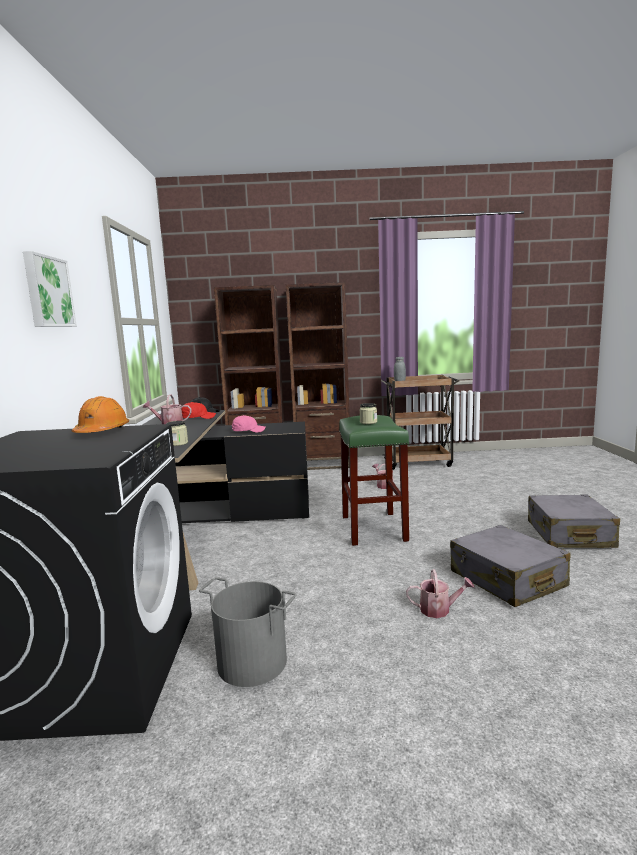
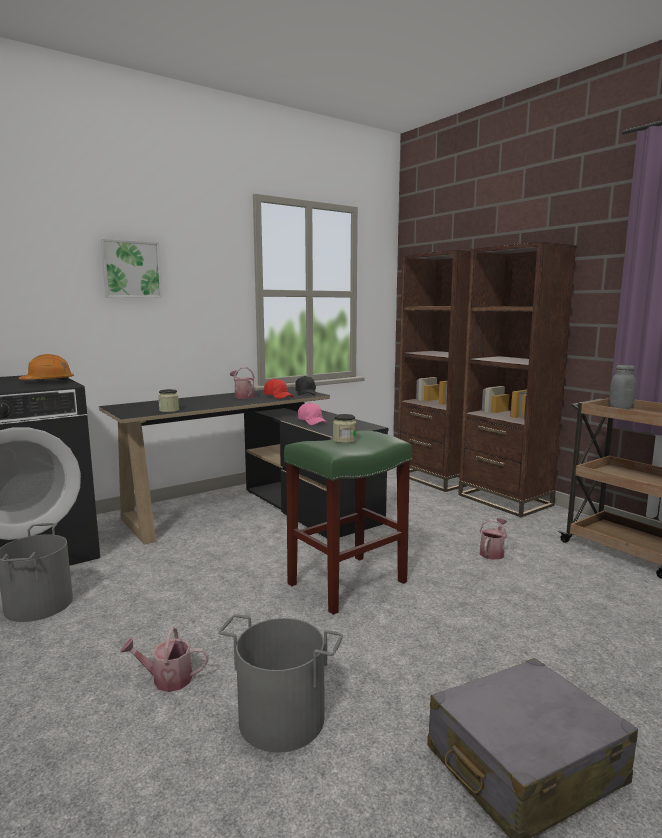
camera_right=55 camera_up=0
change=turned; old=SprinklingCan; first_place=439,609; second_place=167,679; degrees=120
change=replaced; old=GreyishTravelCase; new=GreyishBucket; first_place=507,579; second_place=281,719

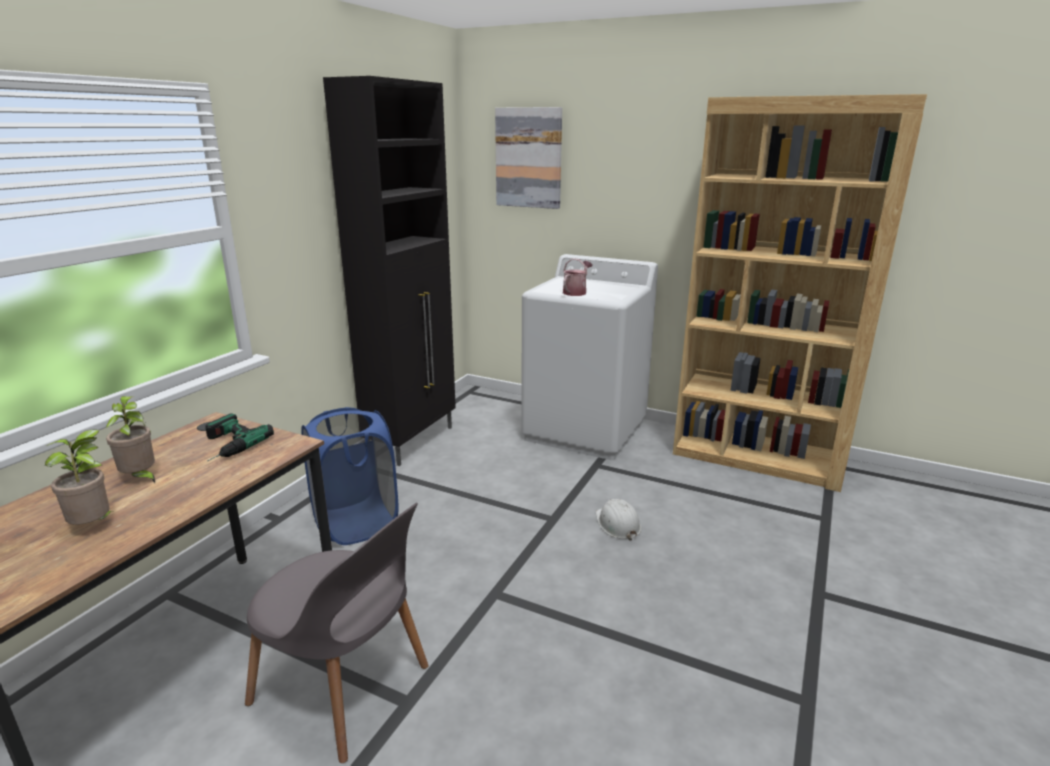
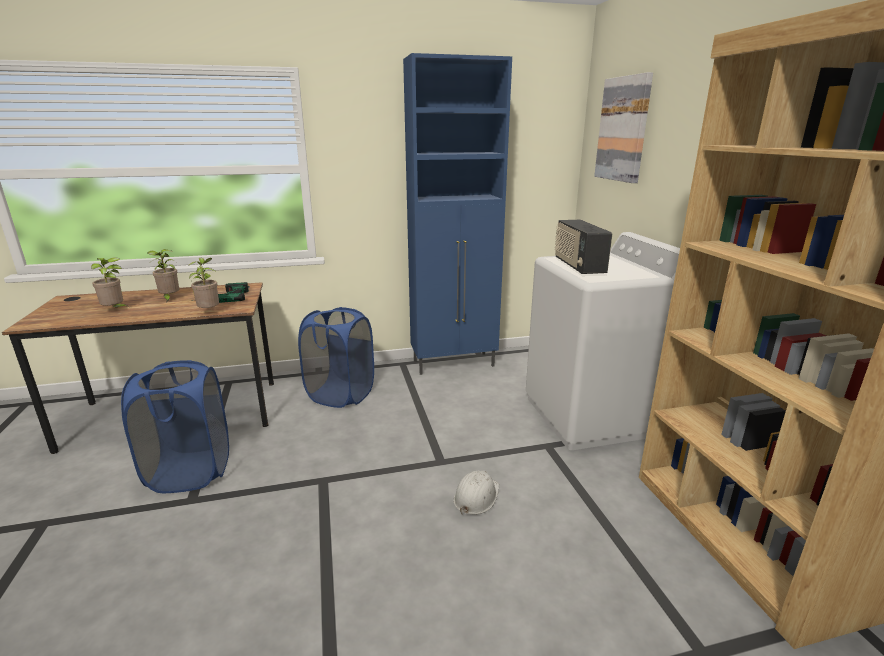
camera_right=50 camera_up=0
change=replaced; old=GreyishChair; new=BlueHamper; first_place=345,689; second_place=190,471
change=added; new=PlantInAPot; second_place=210,312
change=recoloured; old=BlackishStorageCabinet; new=BlueStorageCabinet; first_place=412,441; second_place=455,363
change=replaced; old=SprinklingCan; new=RadioSet; first_place=576,292; second_place=578,266

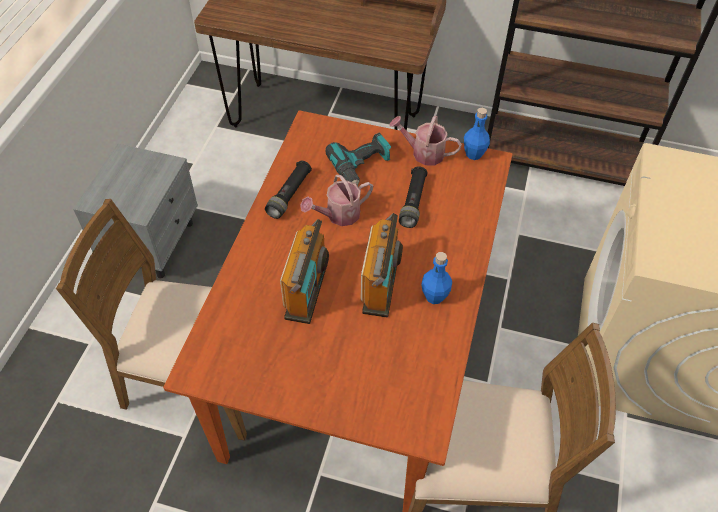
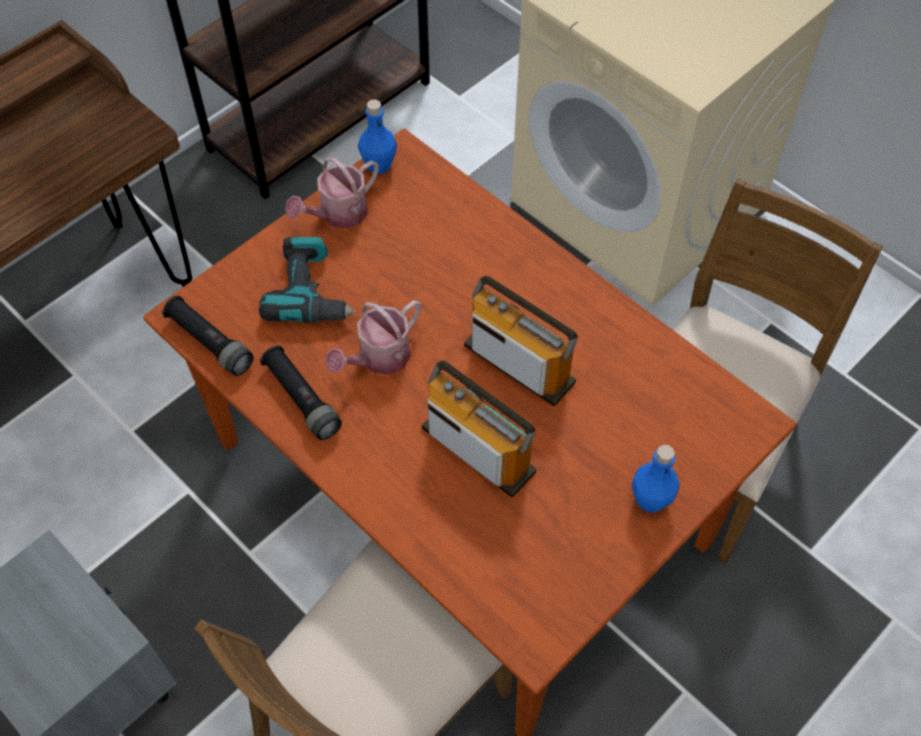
camera_right=-60 camera_up=5
change=moved; old=BlackishHandTorch; first_place=413,202; second_place=210,342
change=turned; old=SprinklingCan; first_place=338,215; second_place=378,358; degrees=45
change=moved; old=BlueBeverageBottle; first_place=434,296; second_place=650,500

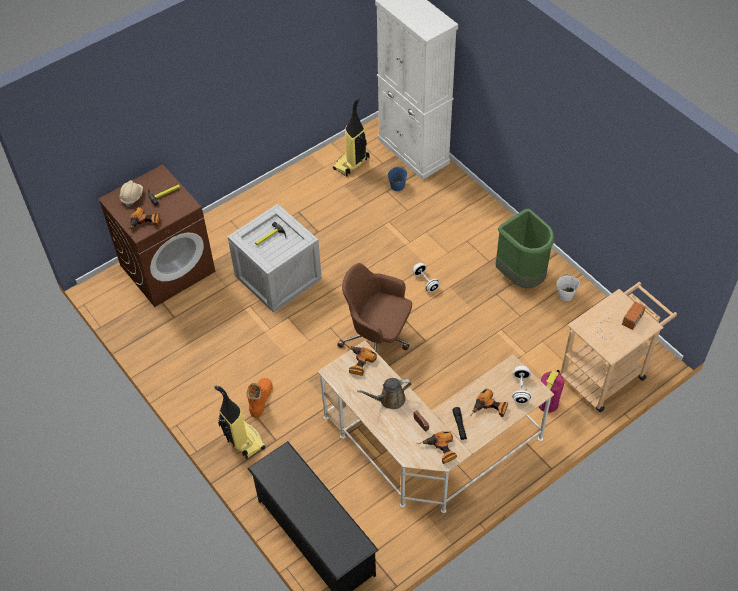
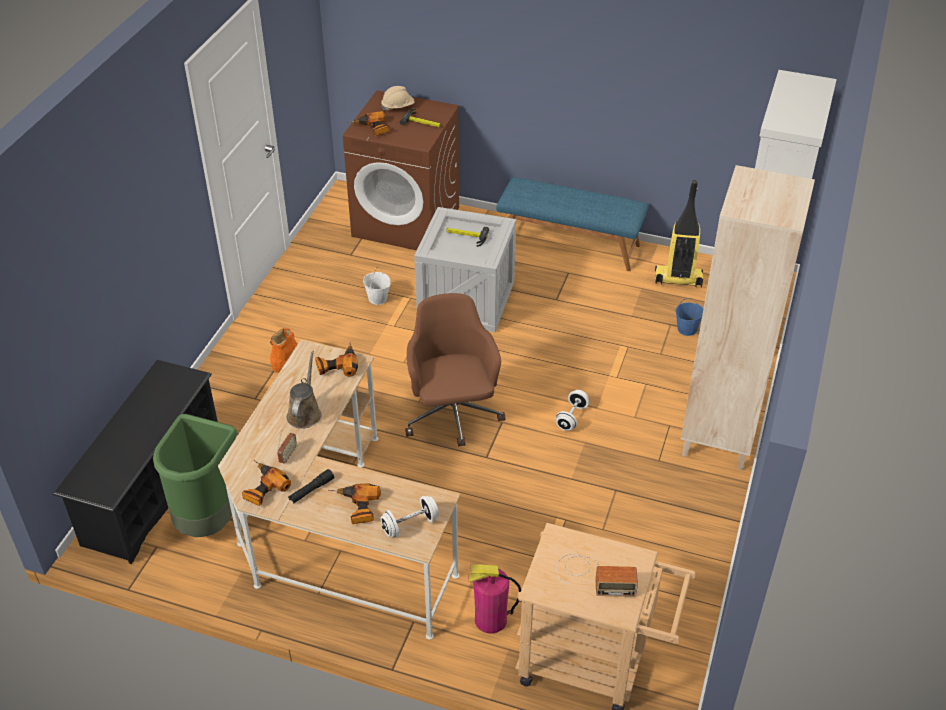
camera_right=55 camera_up=-10
change=moved; old=GreenTrashCan; first_place=521,276; second_place=210,519
change=turned; old=BrownishSprinklingCan; first_place=389,399; second_place=305,413; degrees=60
change=moved; old=WhitishBucket; first_place=566,295; second_place=378,298
change=added; new=BlueLongSeat; second_place=570,244
change=added; new=SandColouredShelvingUnit; second_place=719,437
change=removed; old=VacuumCleaner; first_place=243,440

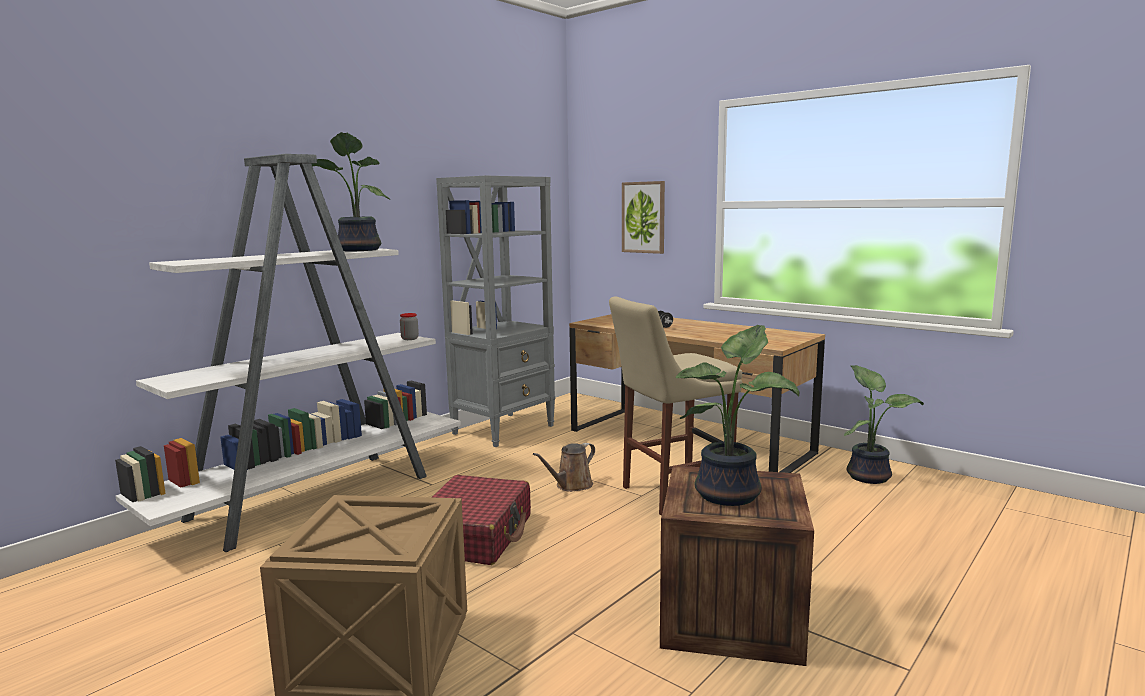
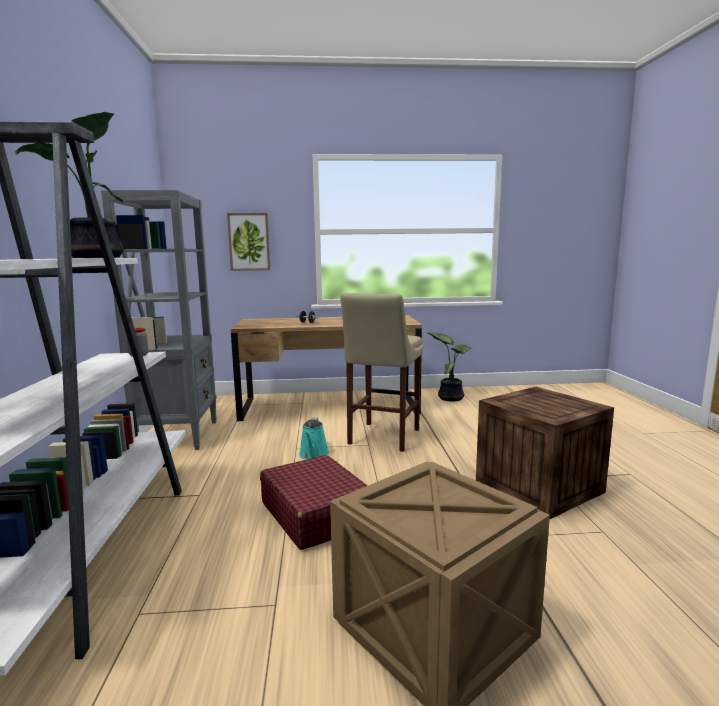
camera_right=-45 camera_up=0
change=recoloured; old=BrownishSprinklingCan; new=BlueGreenSprinklingCan; first_place=571,486; second_place=313,455
change=removed; old=PlantInAPot; first_place=731,494

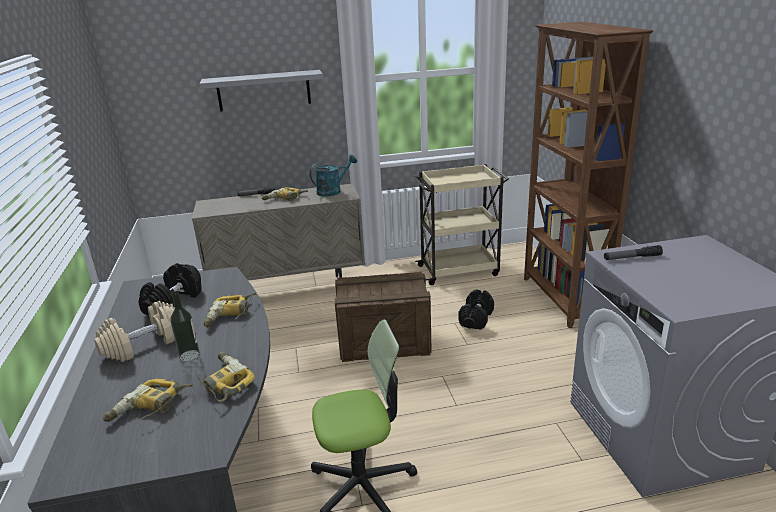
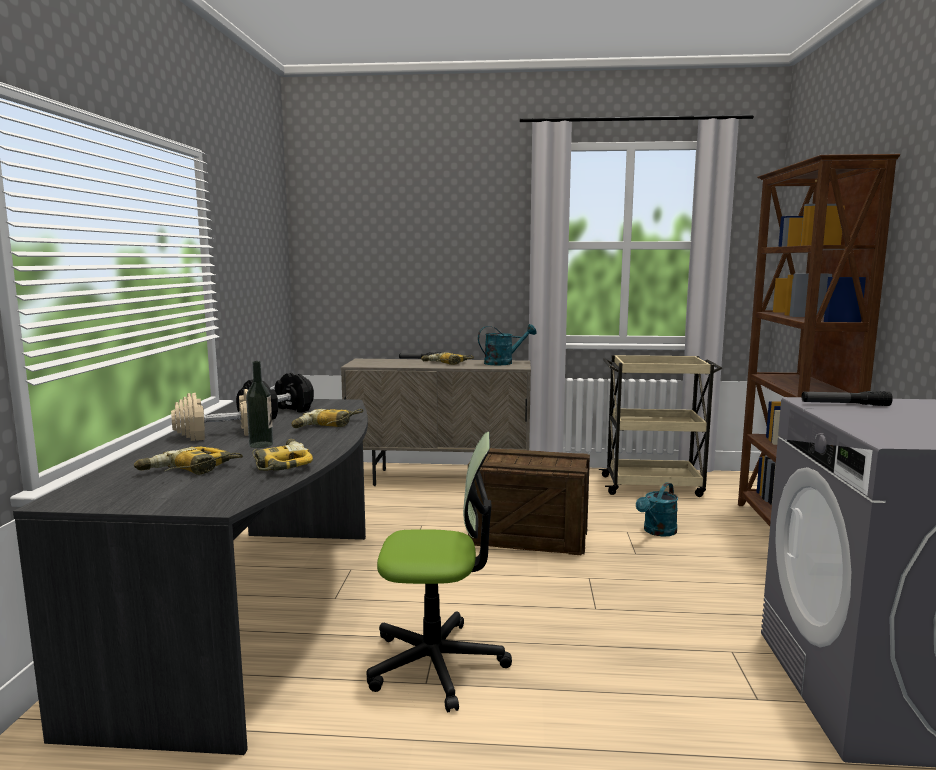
camera_right=15 camera_up=-15
change=replaced; old=BlackishFreeWeight; new=BlueGreenSprinklingCan; first_place=476,319; second_place=657,532
change=removed; old=GreyishWallShelf; first_place=264,90

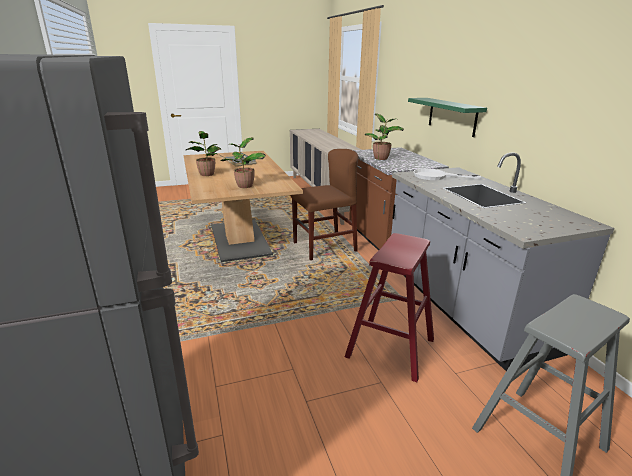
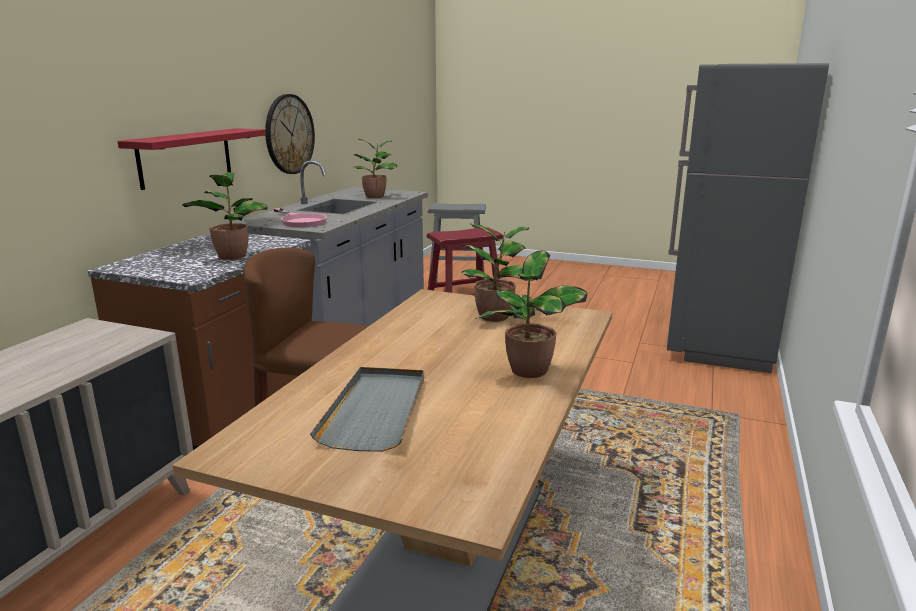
camera_right=-140 camera_up=-5
change=recoloured; old=GreenWallShelf; new=RedColouredWallShelf; first_place=452,116; second_place=186,157
change=added; new=ClockOnTheWall; second_place=289,134
change=recoloured; old=WhitishSkillet; new=PinkSkillet; first_place=436,176; second_place=300,221
change=added; new=PlantInAPot; second_place=376,196

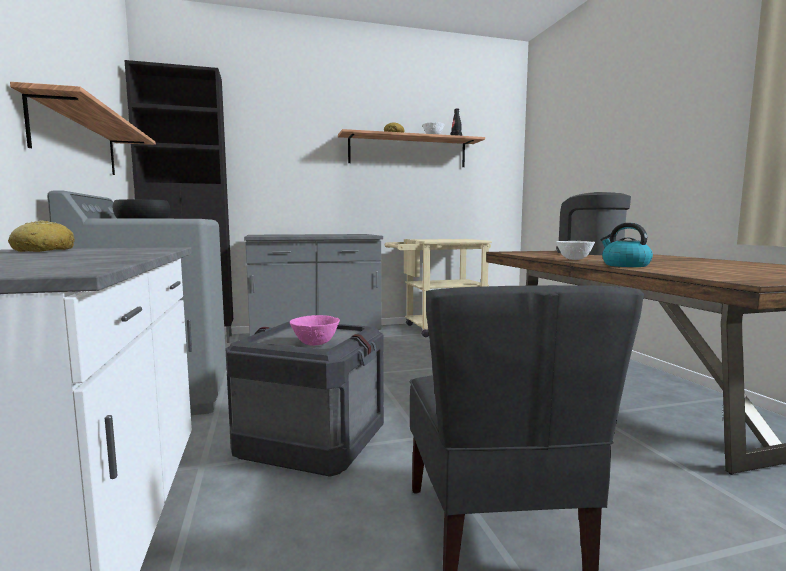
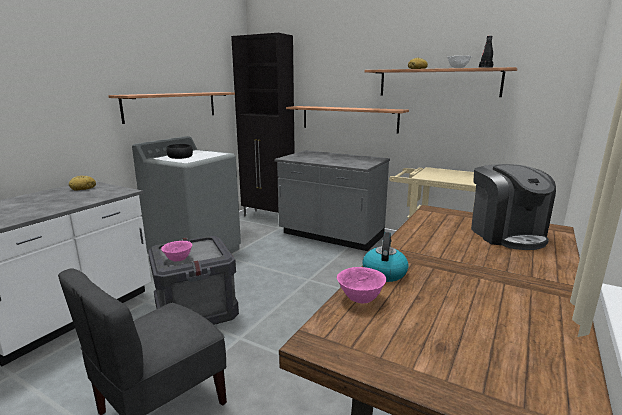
camera_right=45 camera_up=10
change=added; new=WallShelf; second_place=349,119
change=added; new=PinkDeepDish; second_place=360,299
change=turned; old=CoffeeMachine; first_place=589,253; second_place=506,234; degrees=150
change=removed; old=WhitishDeepDish; first_place=574,259

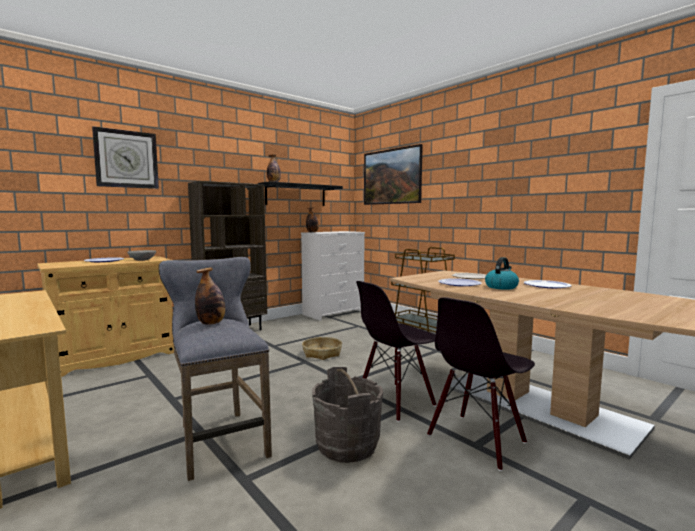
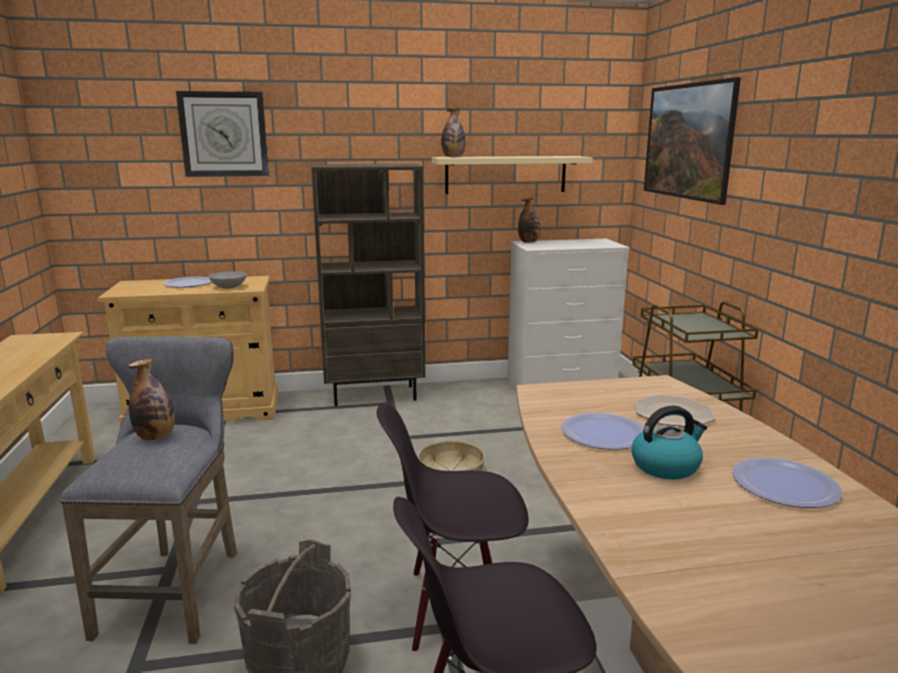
camera_right=30 camera_up=10
change=recoloured; old=BlackishWallShelf; new=SandColouredWallShelf; first_place=296,195; second_place=505,174

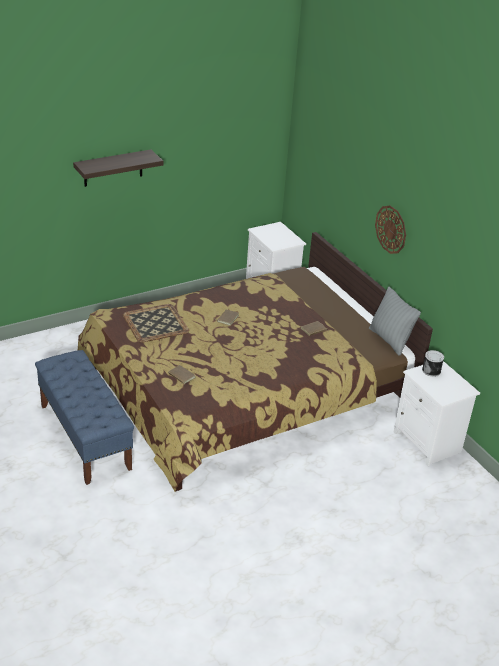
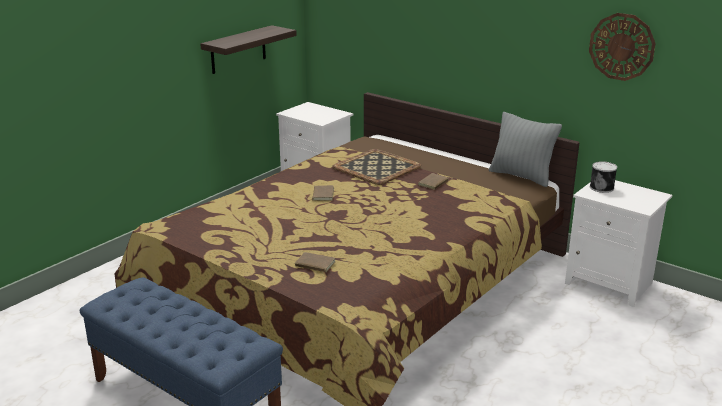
camera_right=-20 camera_up=-10
change=moved; old=WallShelf; first_place=113,168; second_place=238,50
change=moved; old=Tray; first_place=156,323; second_place=377,167
change=moved; old=ClockOnTheWall; first_place=391,229; second_place=621,46

